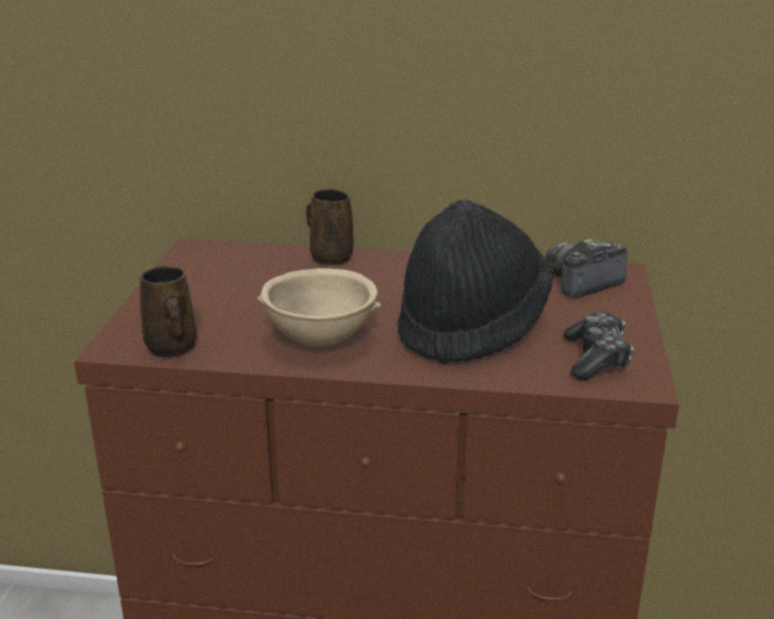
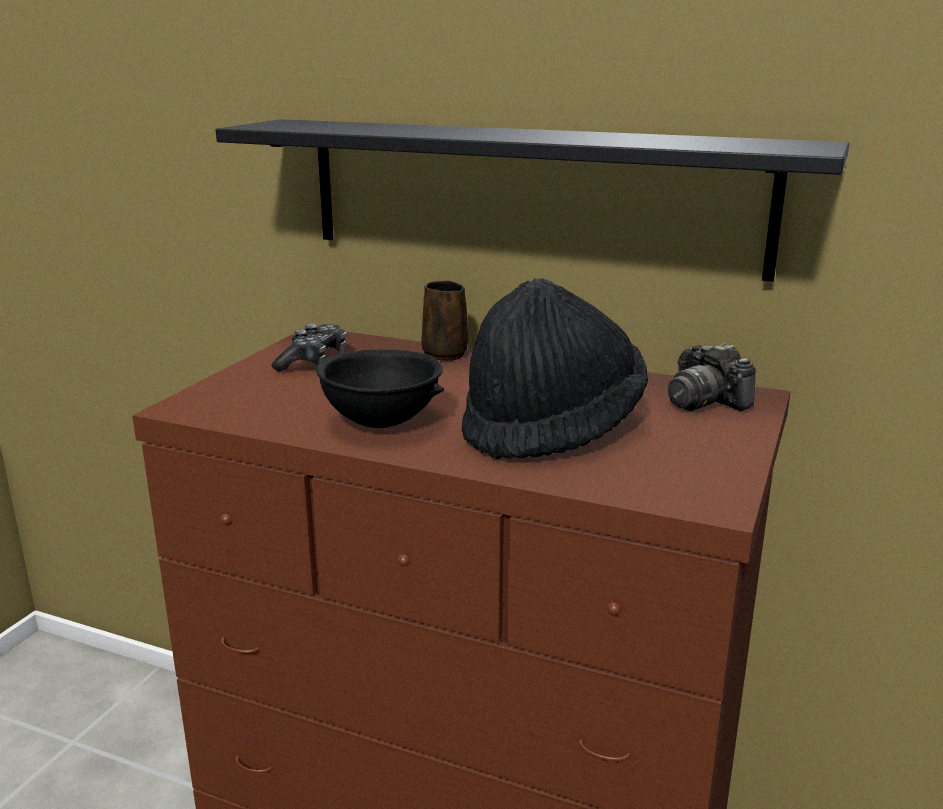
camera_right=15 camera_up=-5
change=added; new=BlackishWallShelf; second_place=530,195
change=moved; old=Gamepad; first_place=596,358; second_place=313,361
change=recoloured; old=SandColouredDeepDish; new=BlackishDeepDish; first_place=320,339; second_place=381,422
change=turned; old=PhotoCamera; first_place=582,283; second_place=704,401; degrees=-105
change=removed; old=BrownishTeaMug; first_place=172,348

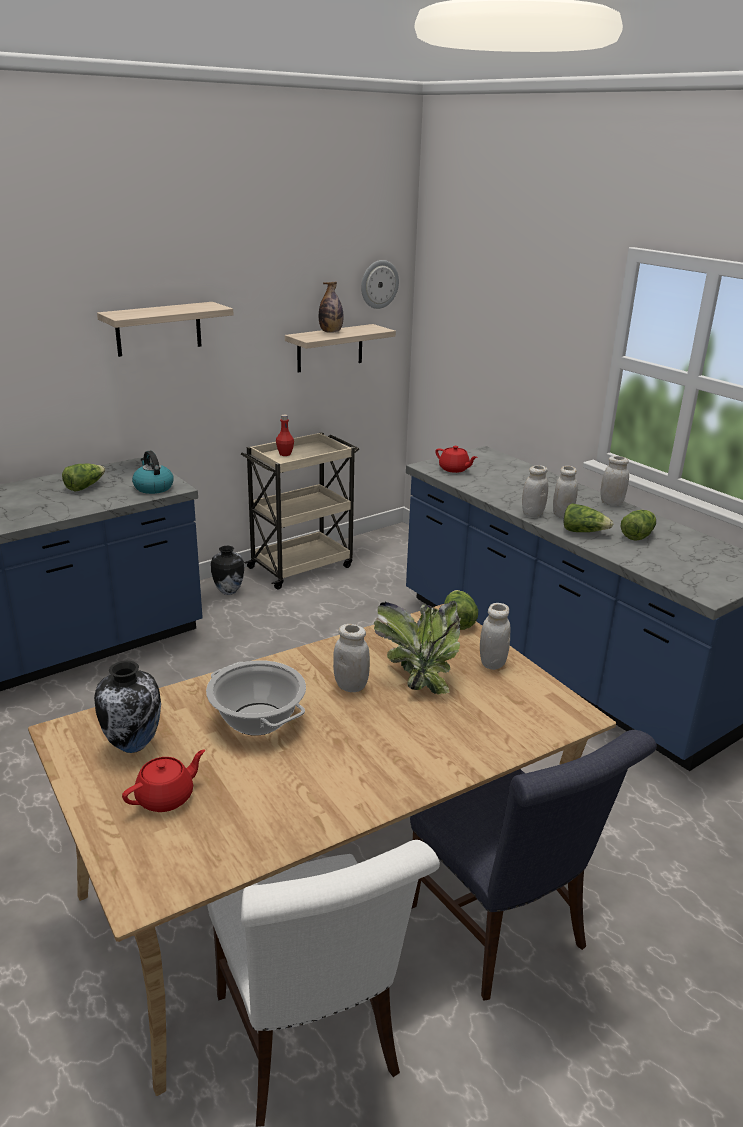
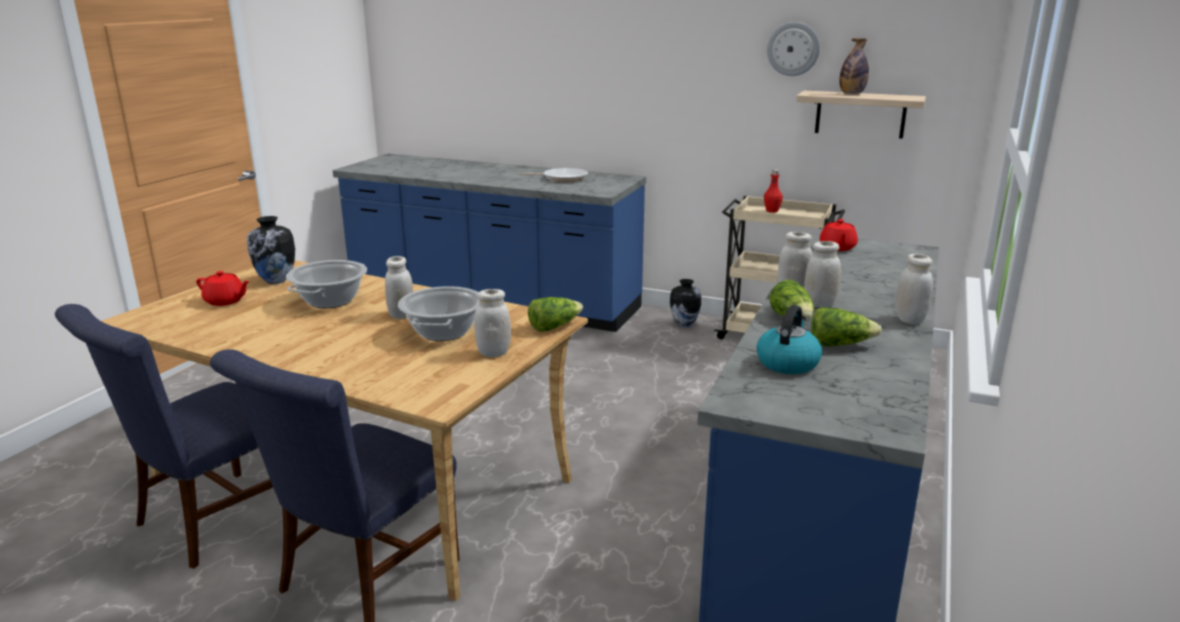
camera_right=60 camera_up=-5
change=recoloured; old=WhitishChair; new=BlueChair; first_place=311,1043; second_place=209,522
change=replaced; old=PlantInAPot; new=CookingPot; first_place=420,674; second_place=443,332
change=replaced; old=Lettuce; new=Skillet; first_place=85,487; second_place=562,178
change=moved; old=WaterKettle; first_place=153,487; second_place=787,362
change=moved; old=ClockOnTheWall; first_place=379,284; second_place=793,49
change=removed; old=WallShelf; first_place=158,329

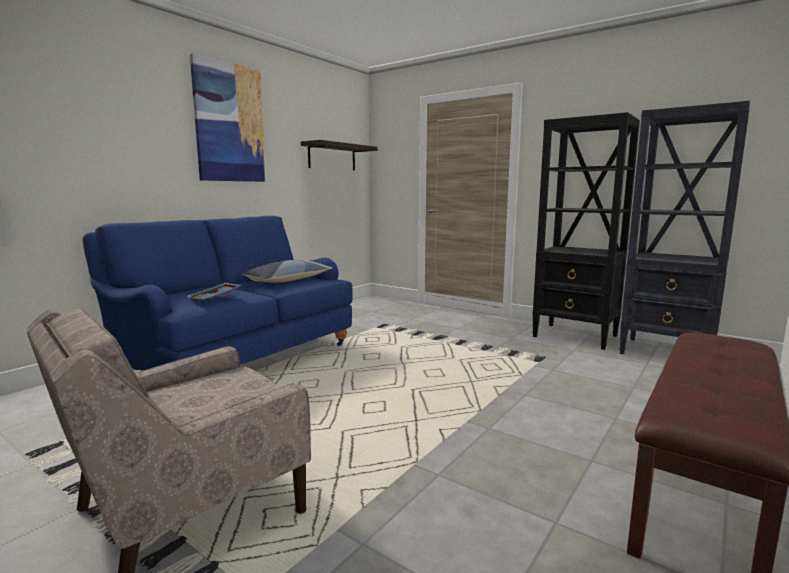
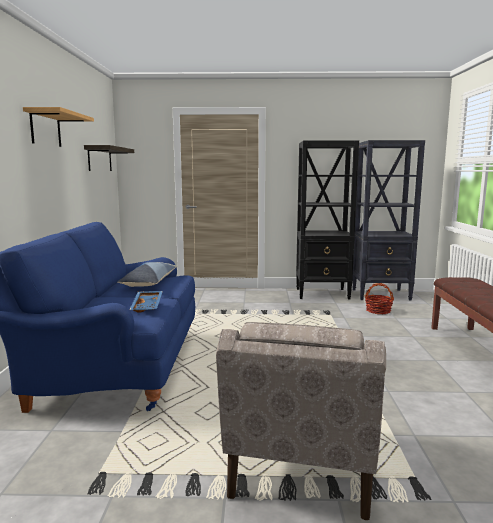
camera_right=-35 camera_up=0
change=replaced; old=WallArt; new=WallShelf; first_place=229,123; second_place=45,129
change=added; new=HouseholdBasket; second_place=378,311

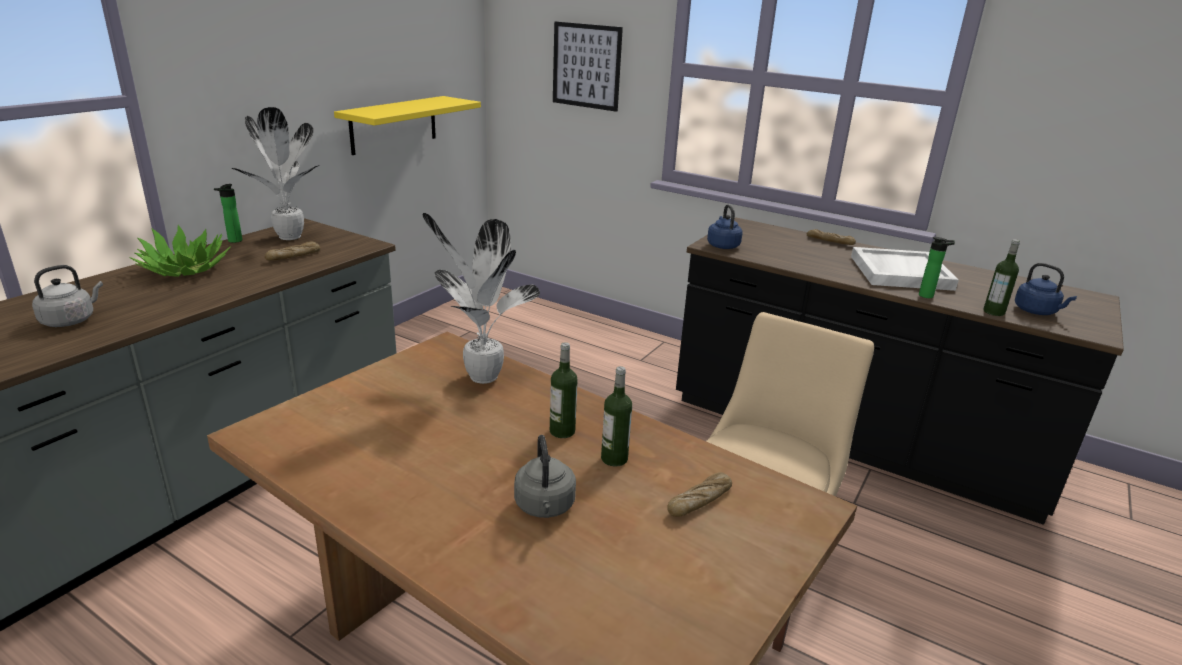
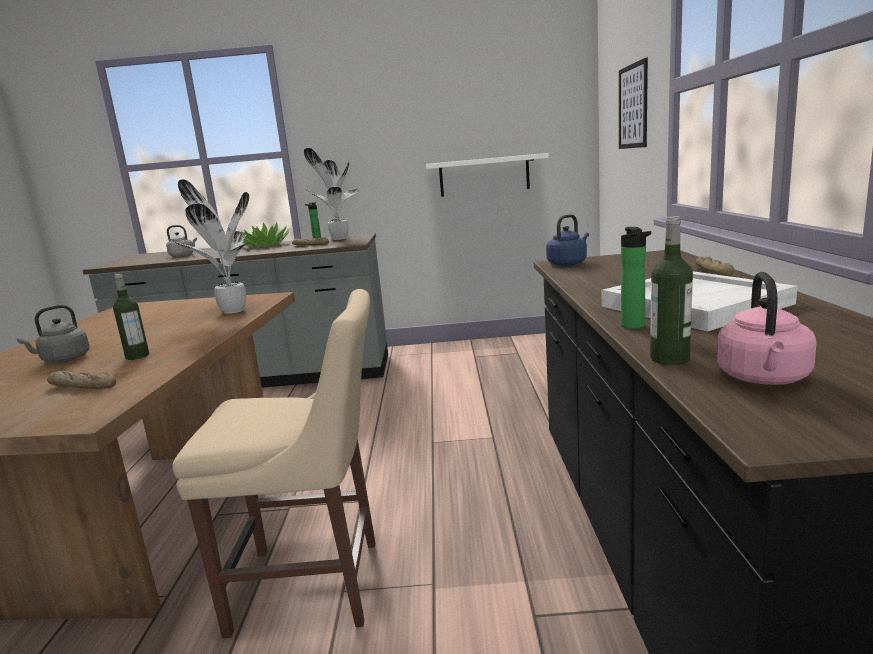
camera_right=60 camera_up=-10
change=recoloured; old=YellowWallShelf; new=WhitishWallShelf; first_place=394,124; second_place=484,175
change=recoloured; old=BlueWaterKettle; new=PinkWaterKettle; first_place=1037,311; second_place=763,379
change=removed; old=BeverageBottle; first_place=562,431

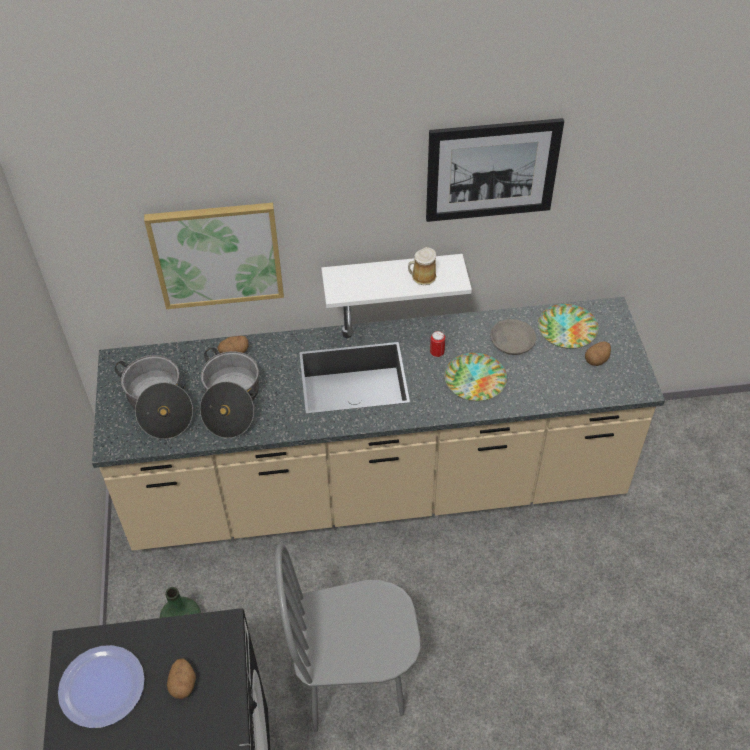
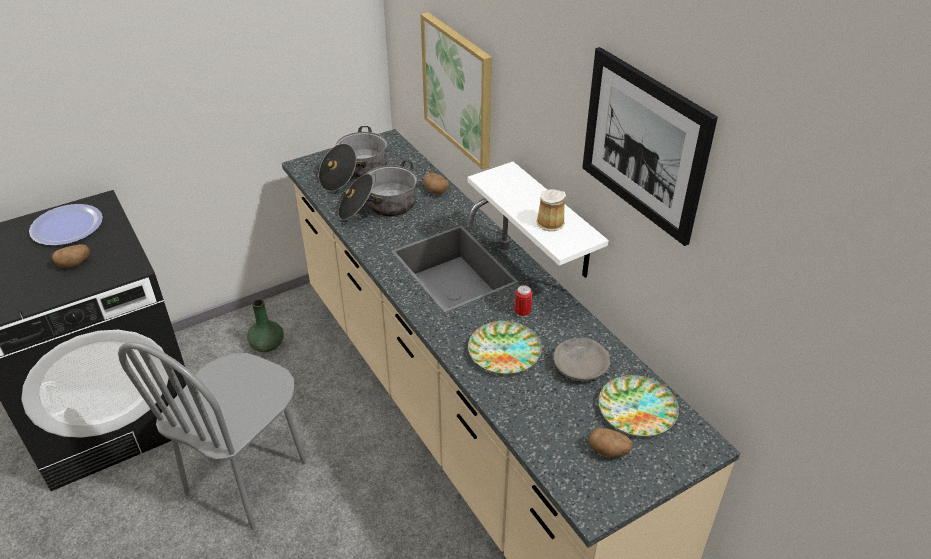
camera_right=65 camera_up=-10
change=turned; old=GreyishChair; first_place=353,682; second_place=247,478; degrees=-120

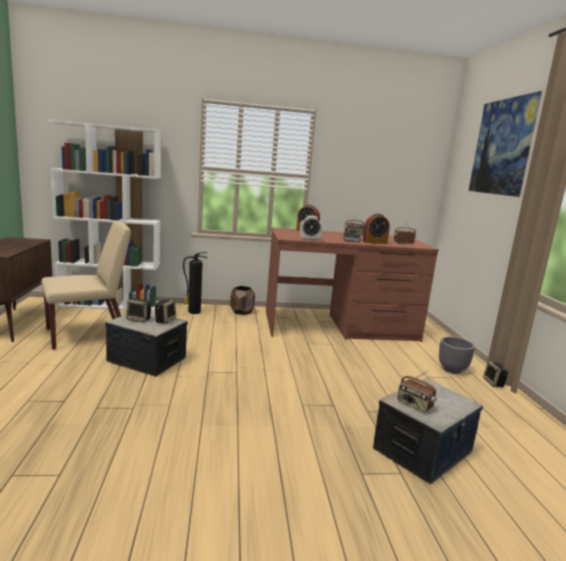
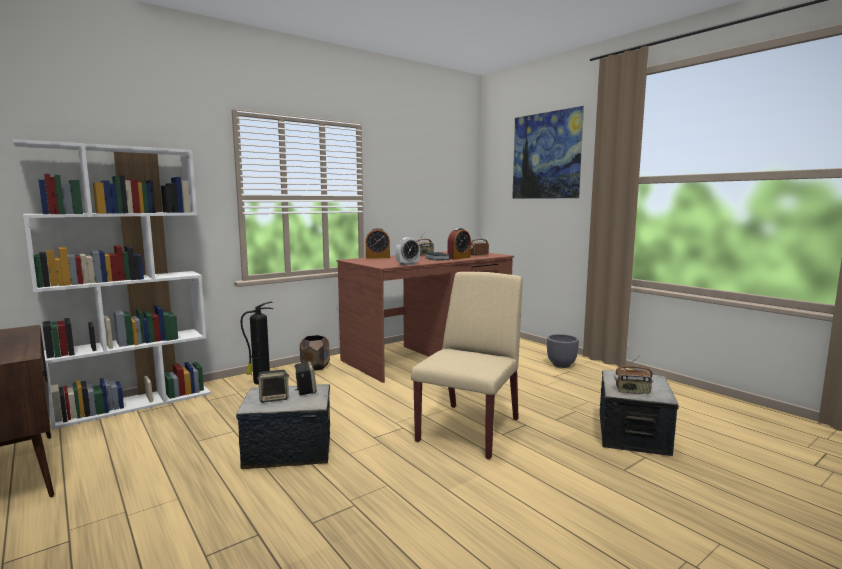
camera_right=-30 camera_up=-5
change=moved; old=SandColouredChair; first_place=88,334; second_place=469,429
change=removed; old=AudioSpeaker; first_place=494,383

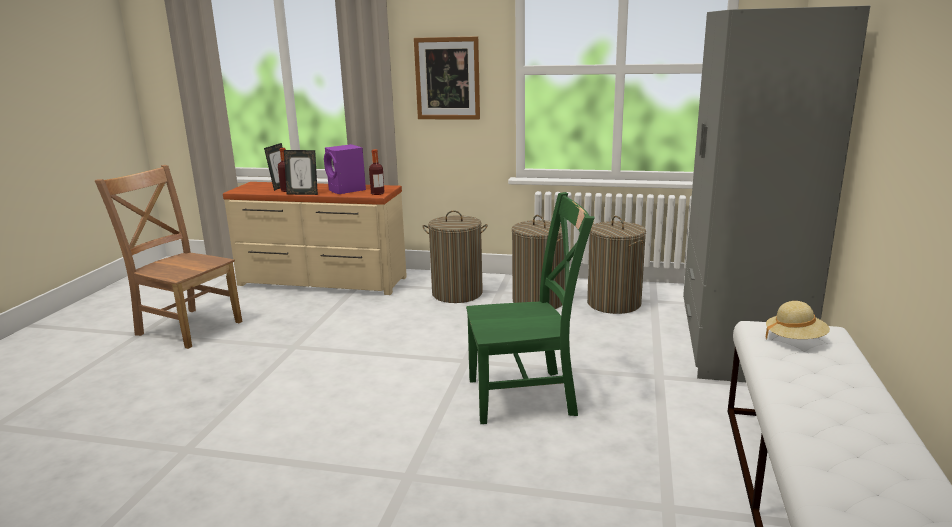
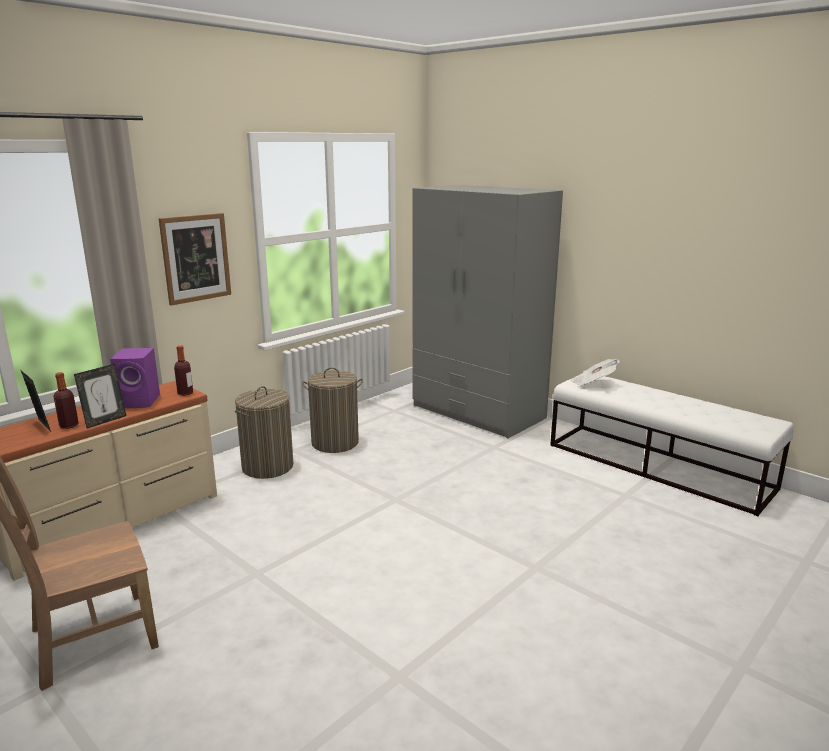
camera_right=-60 camera_up=0
change=replaced; old=SandColouredHat; new=PrintedPaper; first_place=795,339; second_place=593,383
change=removed; old=GreenChair; first_place=526,396
change=removed; old=Hamper; first_place=614,303

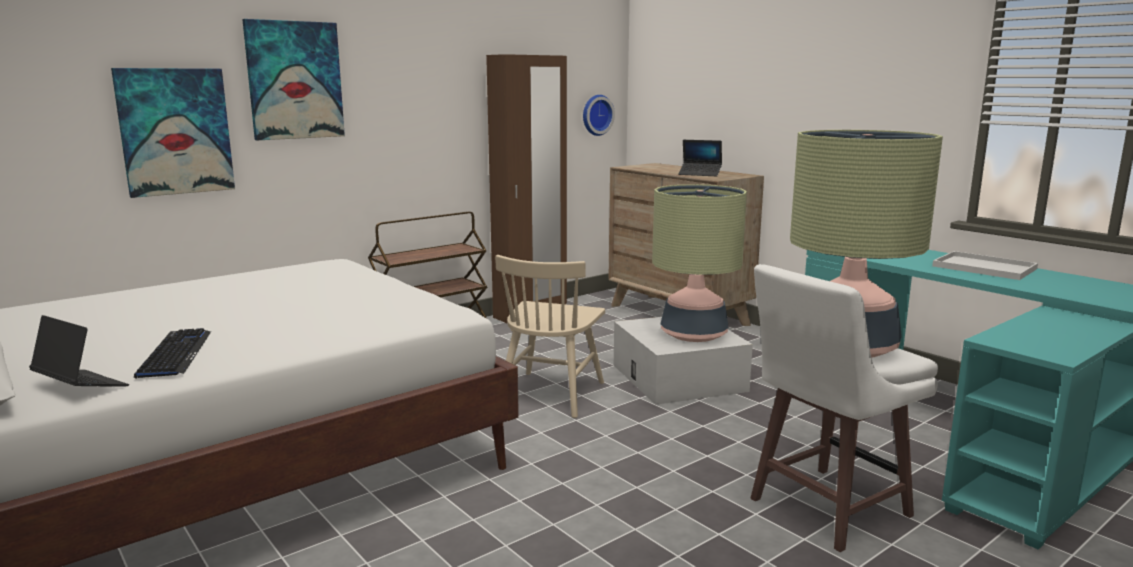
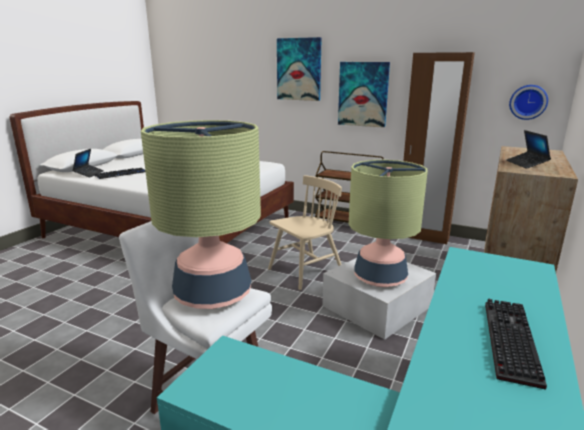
camera_right=65 camera_up=5
change=turned; old=SandColouredChair; first_place=550,394; second_place=305,271; degrees=150
change=moved; old=WallArt; first_place=175,131; second_place=363,94
change=replaced; old=WhitishTray; new=Keyboard; first_place=982,267; second_place=507,339

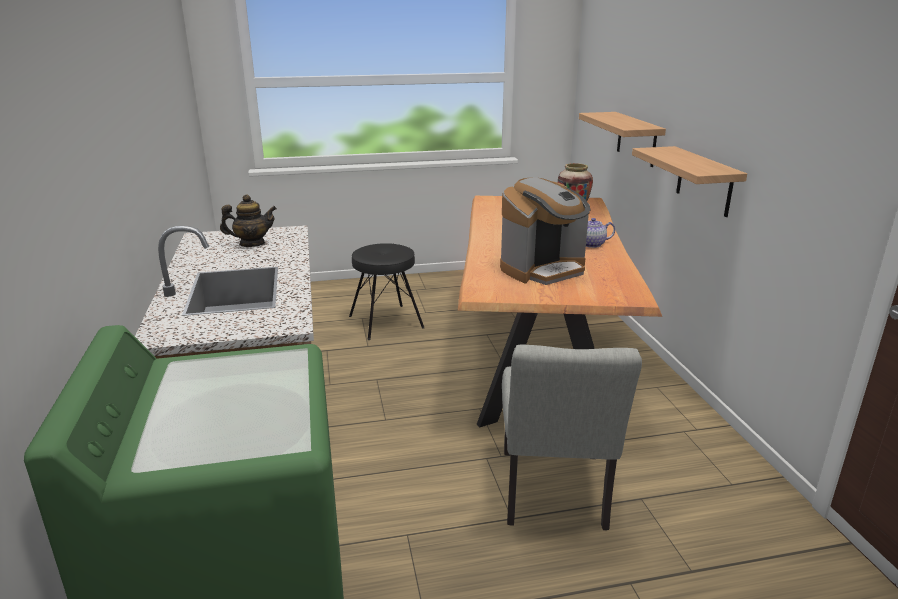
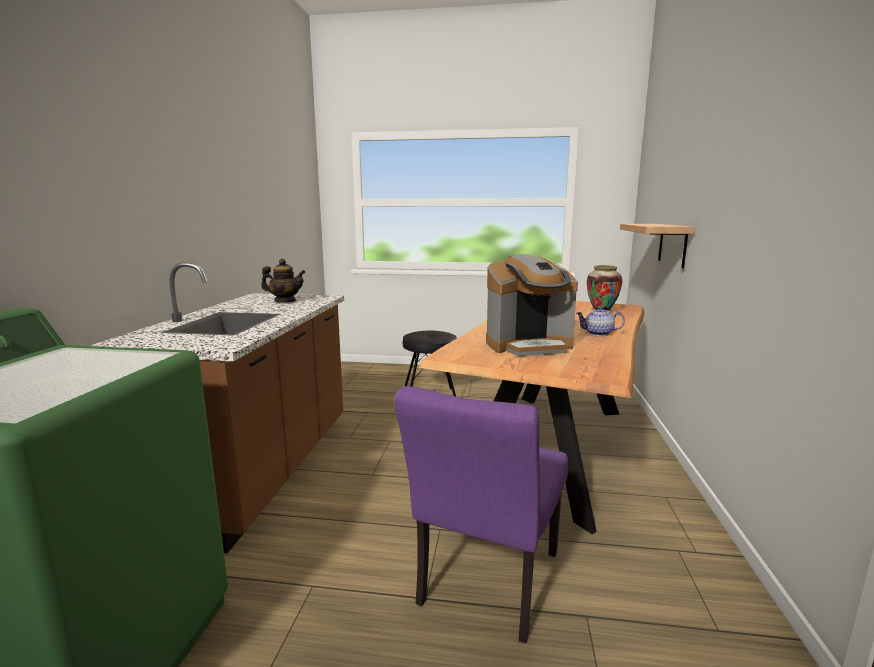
camera_right=20 camera_up=-10
change=recoloured; old=GreyishChair; new=PurpleColouredChair; first_place=553,496; second_place=485,586
change=removed; old=WallShelf; first_place=704,181

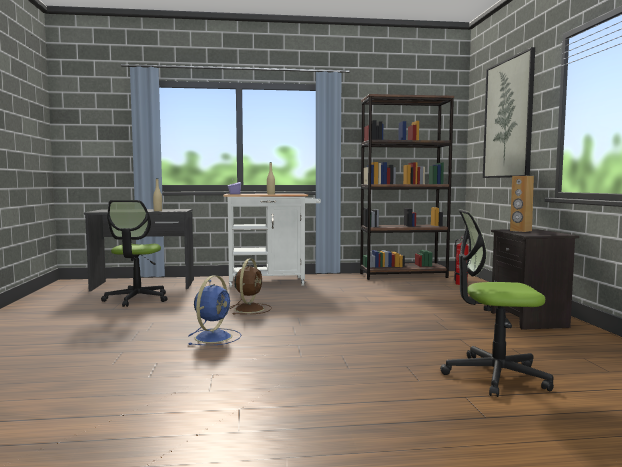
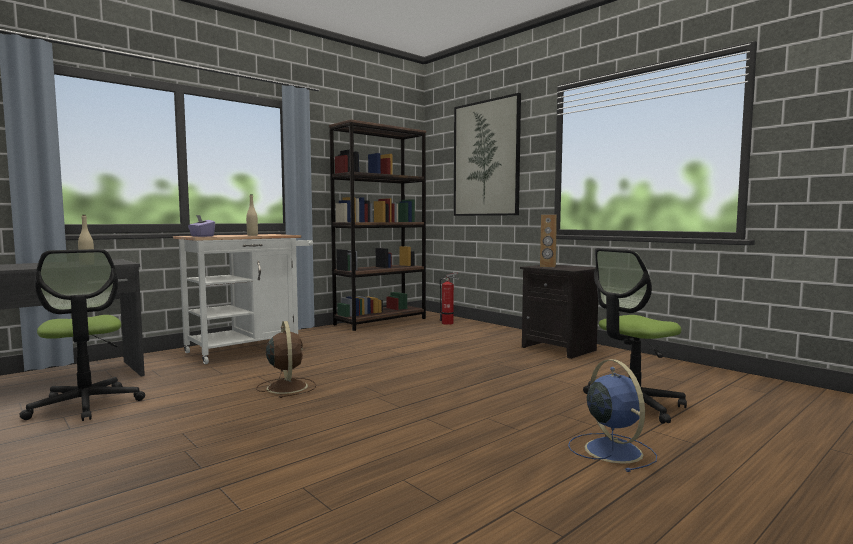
camera_right=-35 camera_up=0
change=moved; old=BlueCoolingFan; first_place=214,337; second_place=611,450

